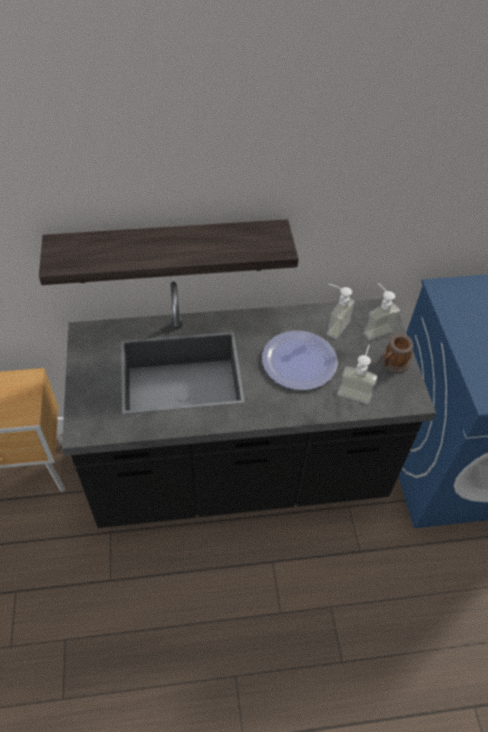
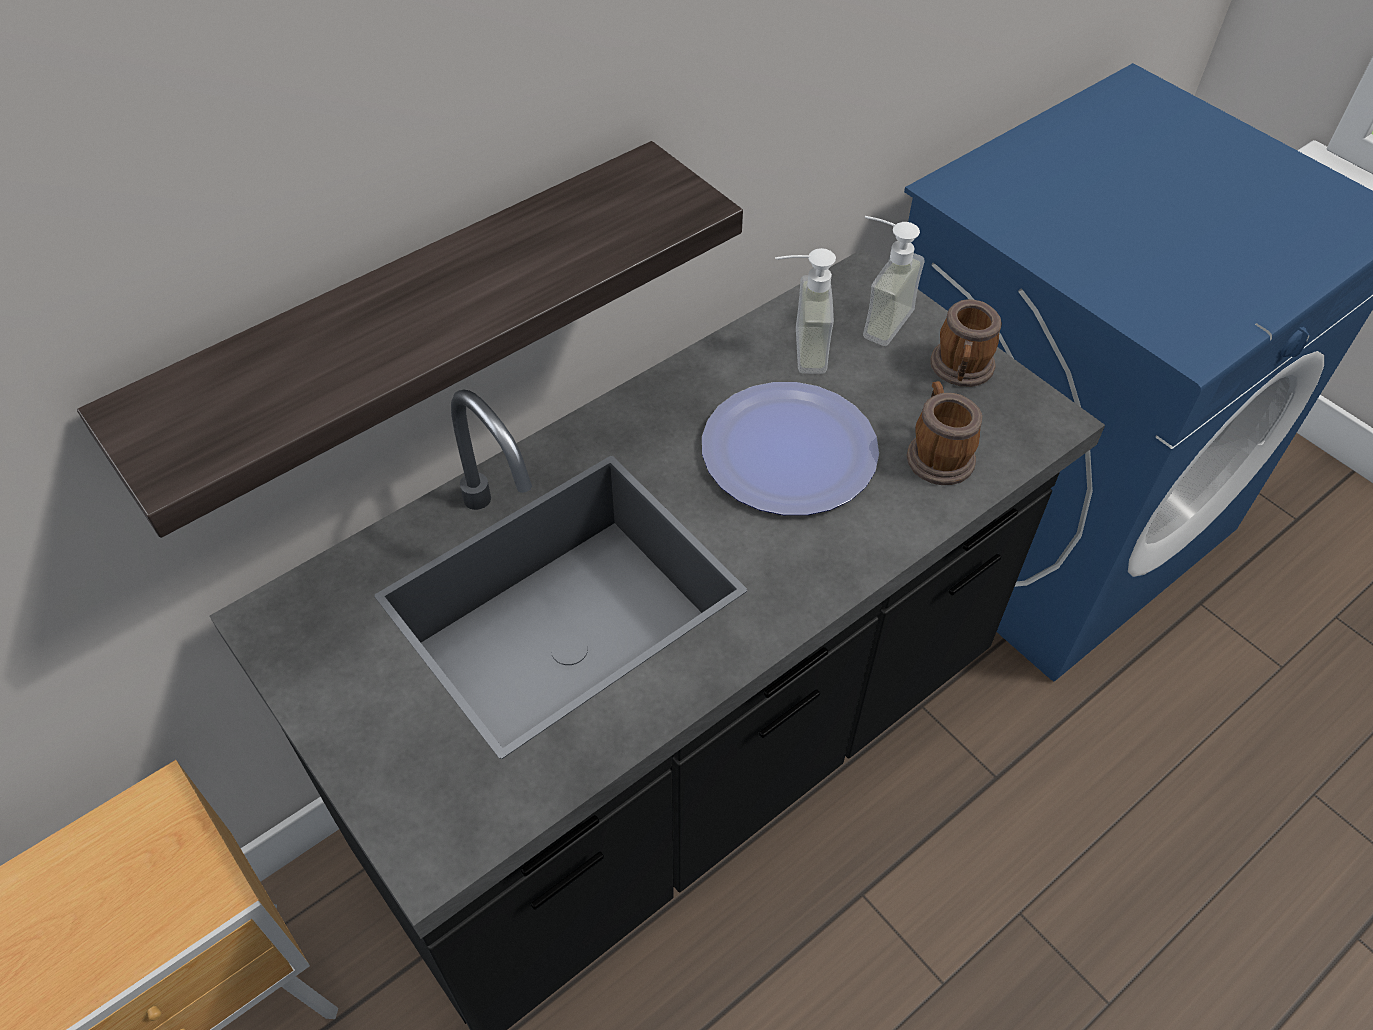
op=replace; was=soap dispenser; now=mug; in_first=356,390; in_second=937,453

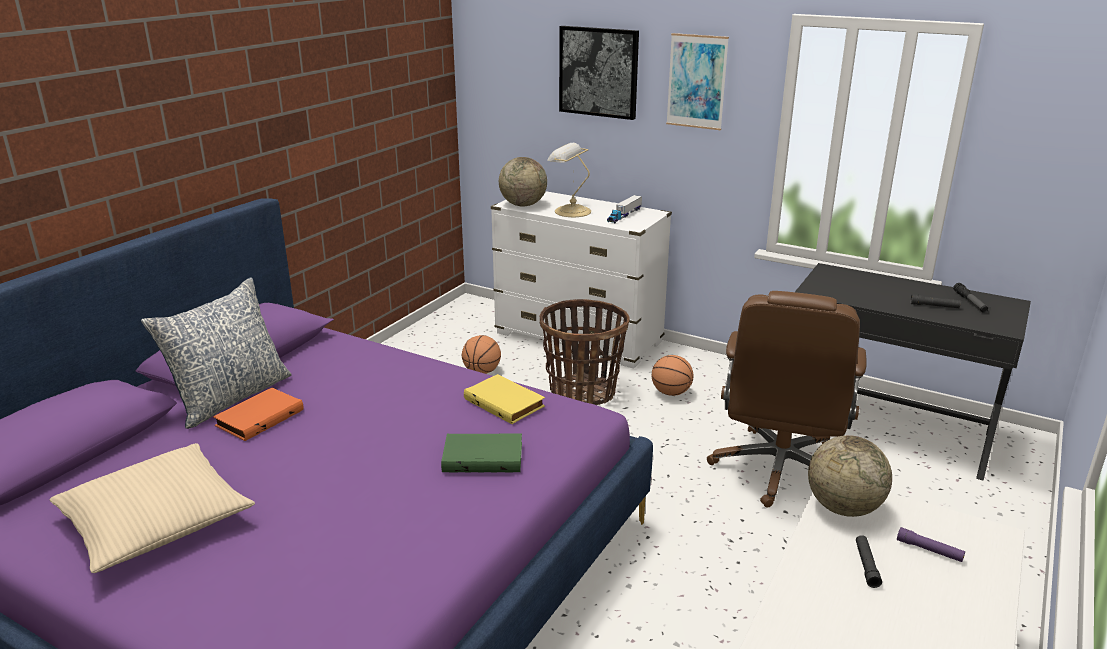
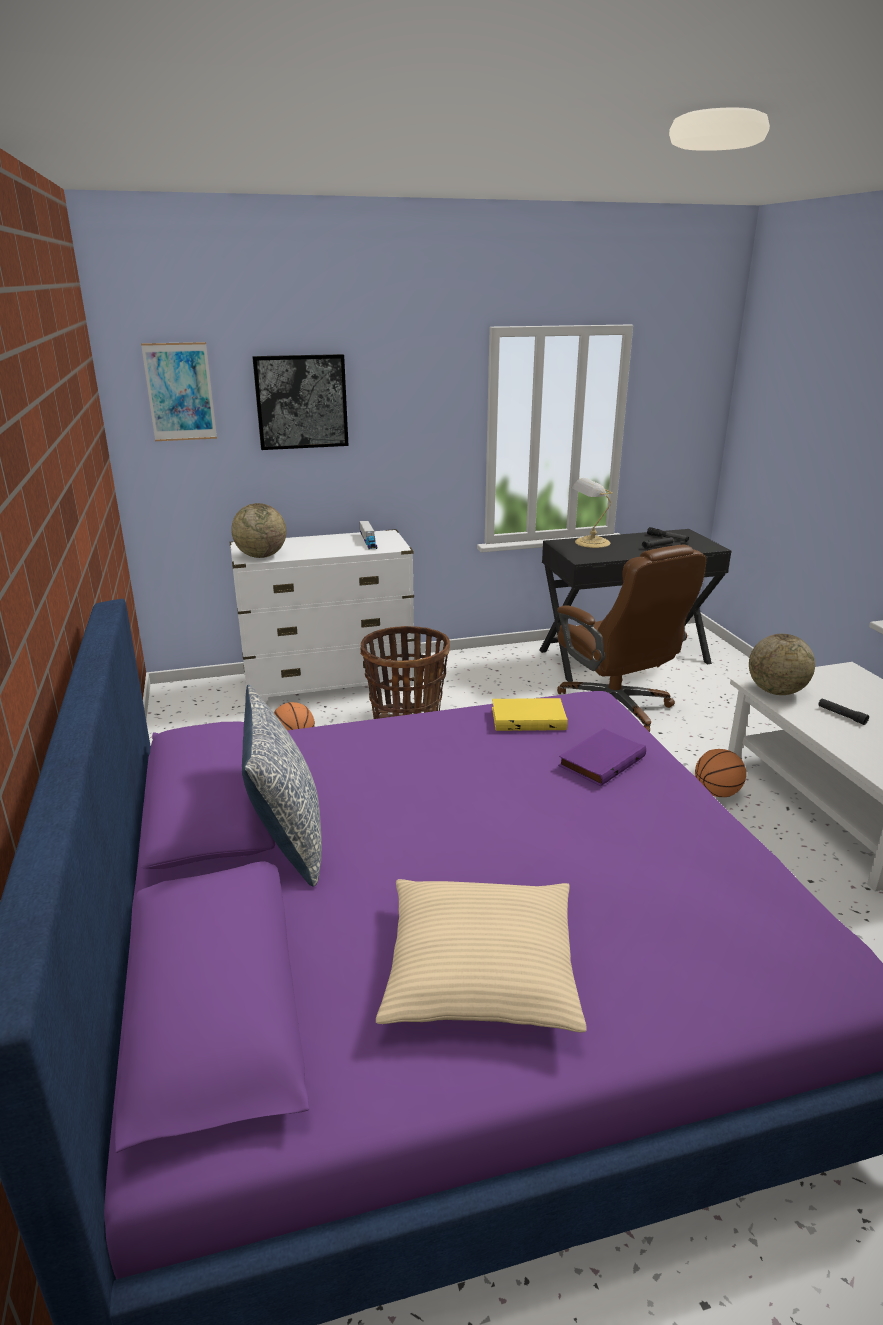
op=delete; was=orange book; in_first=259,417
op=recolor; was=green book; now=purple book; in_first=483,456; in_second=600,760
op=move; was=table lamp; in_first=570,211; in_second=590,543
op=move; was=basketball; in_first=671,393; in_second=717,793
op=move; was=picture; in_first=696,81; in_second=180,392
op=delete; was=purple flashlight; in_first=929,550

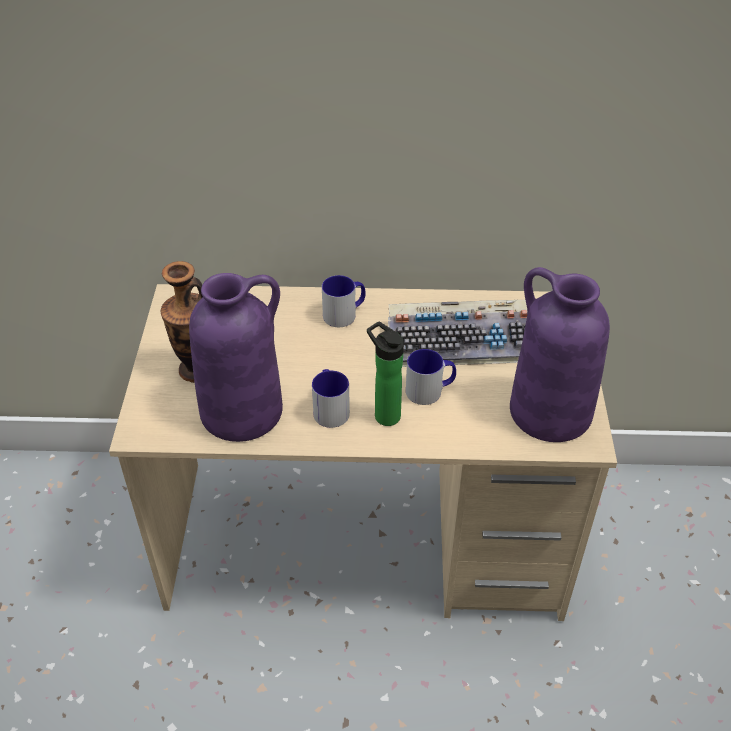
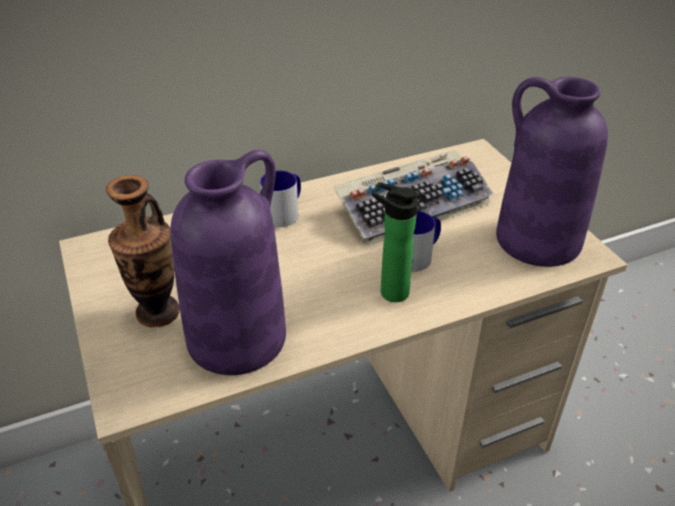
op=delete; was=mug; in_first=330,408

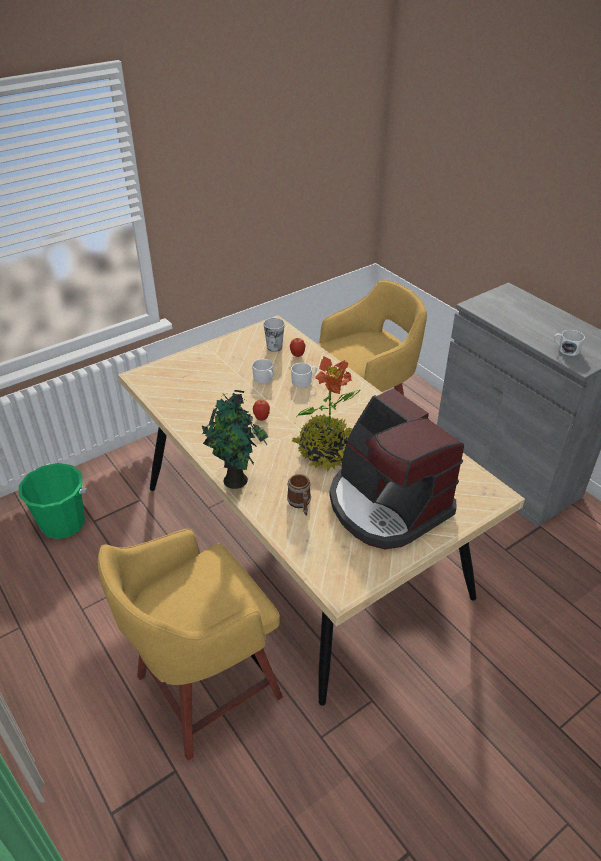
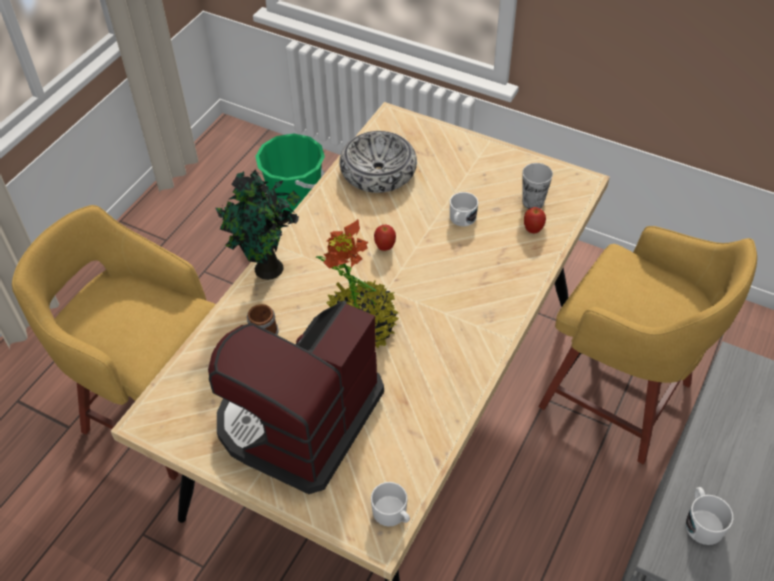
op=move; was=white mug; in_first=304,381; in_second=392,514
op=insert; now=bowl; in_second=378,171

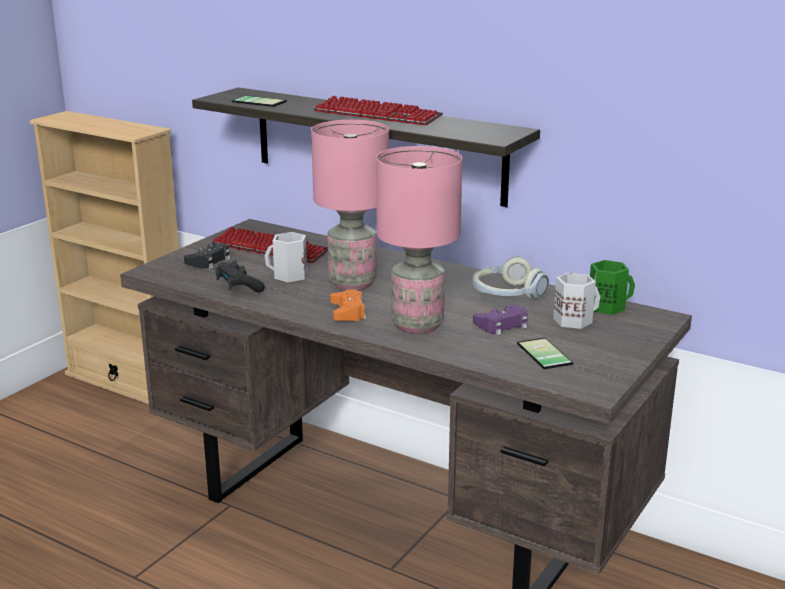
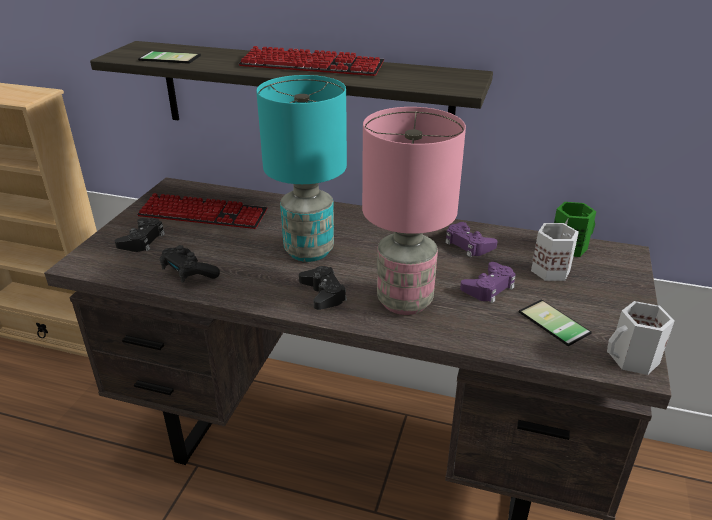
op=move; was=white mug; in_first=289,276; in_second=633,360
op=recolor; was=pink table lamp; now=turquoise table lamp; in_first=353,283; in_second=309,250
op=recolor; was=orange game controller; now=black game controller; in_first=348,312; in_second=323,293
op=replace; was=headphones; now=purple game controller; in_first=507,294; in_second=468,244

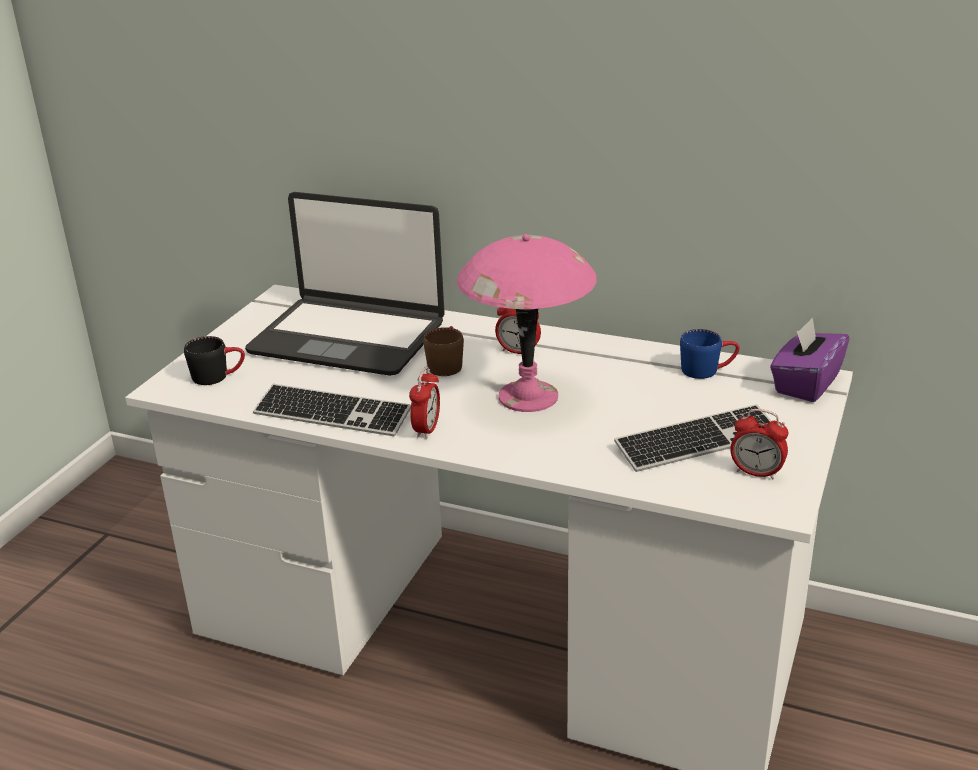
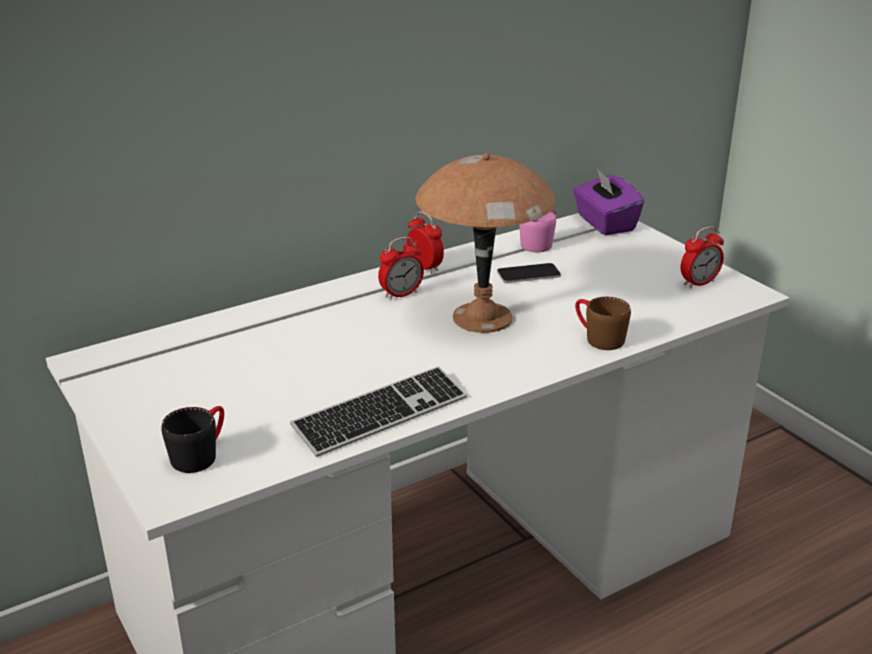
op=delete; was=laptop; in_first=349,337
op=move; was=alarm clock; in_first=427,430; in_second=425,267
op=move; was=brown mug; in_first=446,364; in_second=597,337
op=recolor; was=pink table lamp; now=brown table lamp; in_first=528,396; in_second=481,317
op=delete; was=keyboard; in_first=698,442
op=recolor; was=blue mug; now=pink mug; in_first=708,370; in_second=540,243
op=insert; now=phone; in_second=528,274

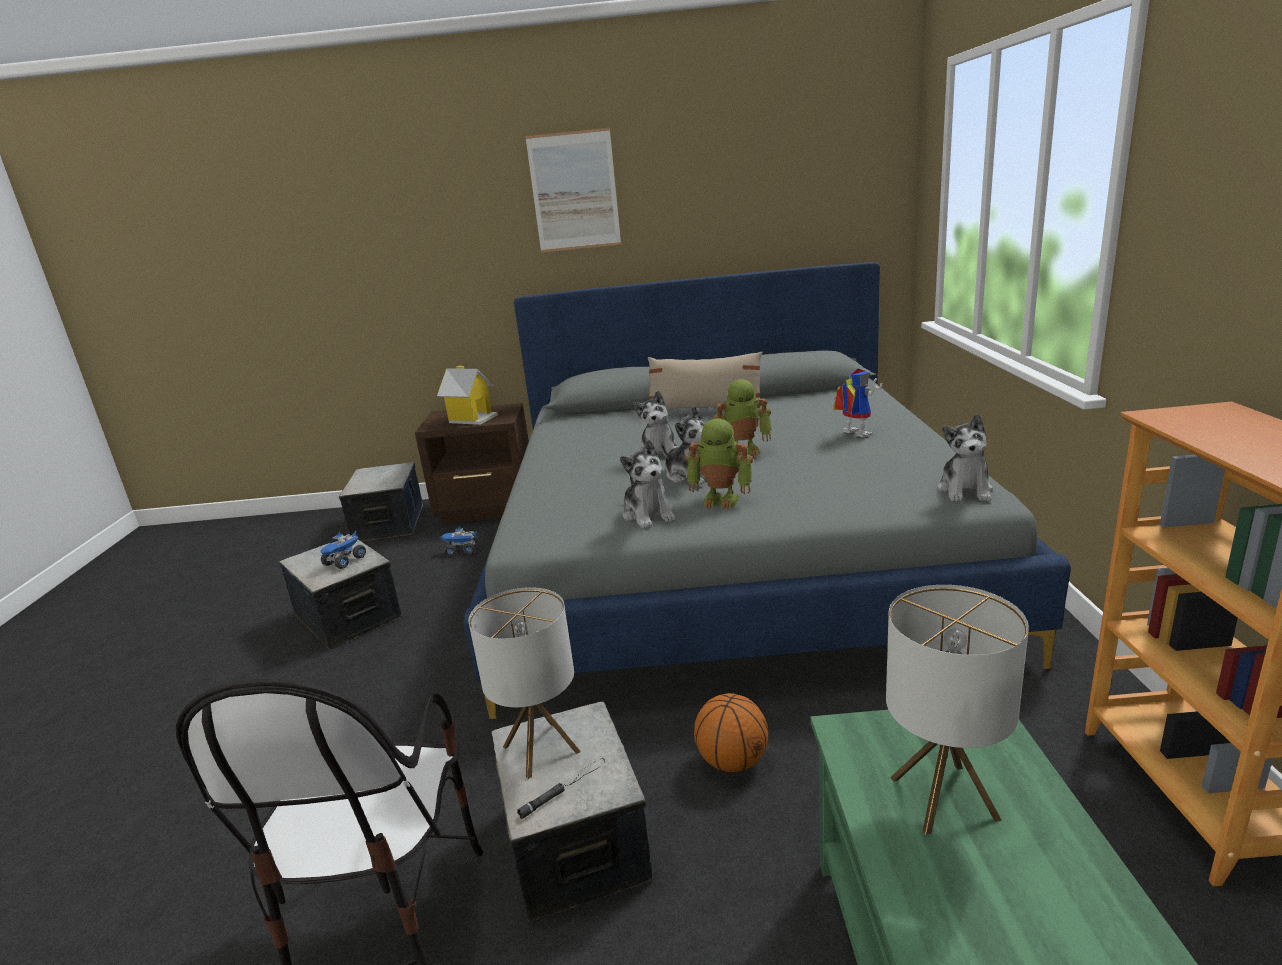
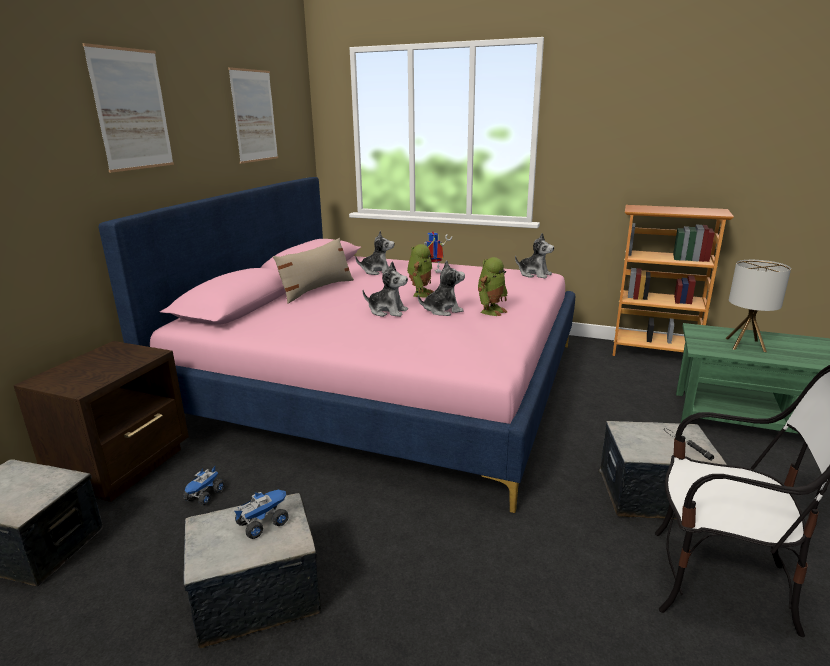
op=rotate; was=toy truck; in_first=345,561; in_second=263,523; clockwise=-90
op=delete; was=toy house; in_first=472,418
op=recolor; was=grey bed; now=pink bed; in_first=730,555; in_second=385,382
op=delete; was=table lamp; in_first=541,749
op=move; was=plush toy; in_first=648,514; in_second=377,271
op=delete; was=basketball; in_first=732,762
op=insert; now=picture; in_second=254,116

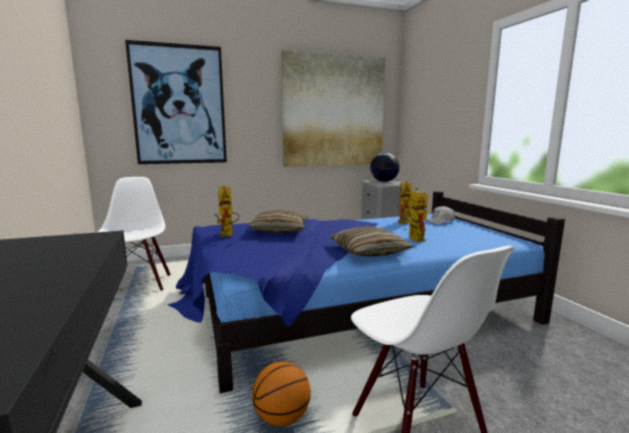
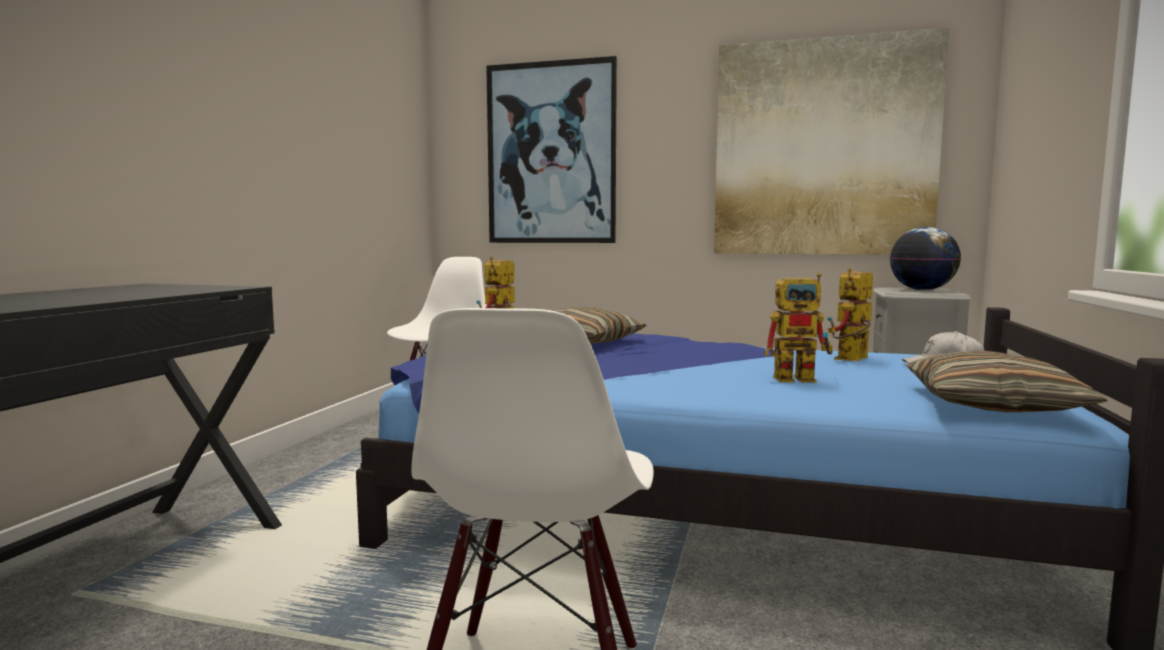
op=delete; was=basketball; in_first=281,417
op=move; was=pillow; in_first=369,251; in_second=992,404
op=rotate; was=toy robot; in_first=413,237; in_second=802,378; clockwise=60

